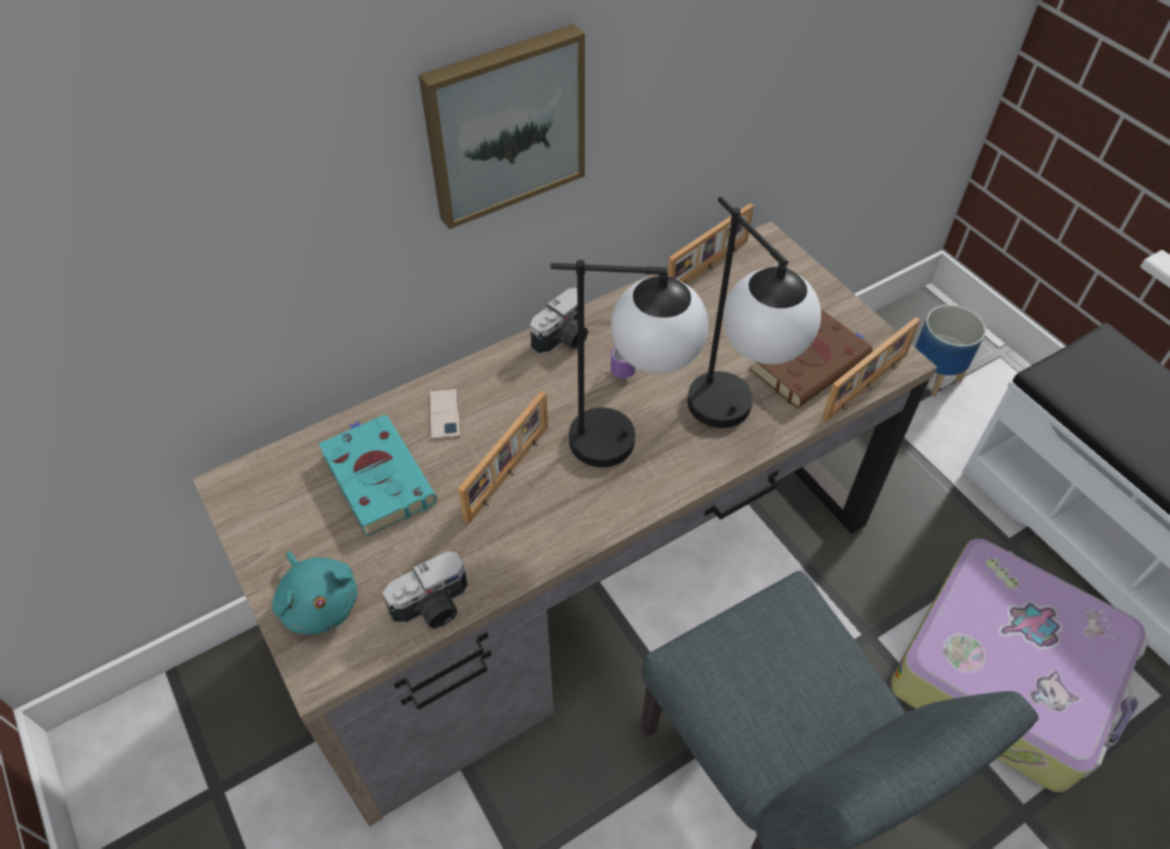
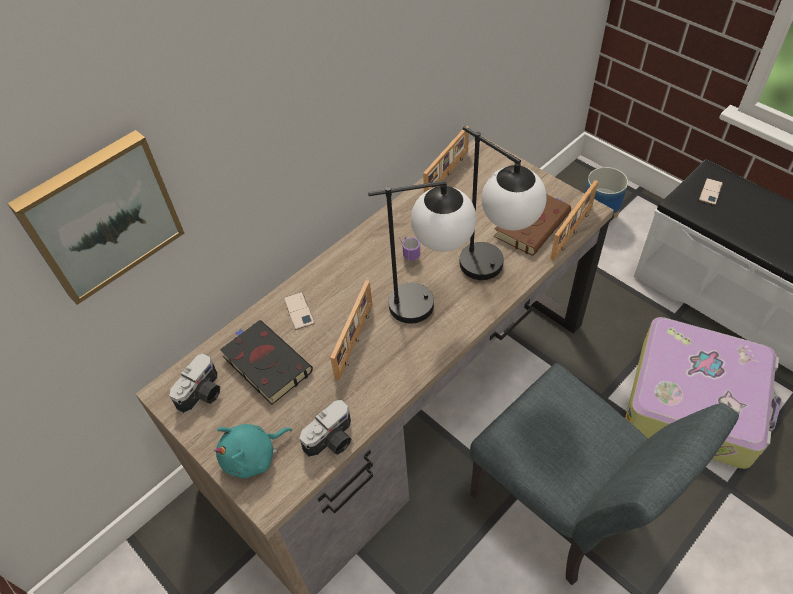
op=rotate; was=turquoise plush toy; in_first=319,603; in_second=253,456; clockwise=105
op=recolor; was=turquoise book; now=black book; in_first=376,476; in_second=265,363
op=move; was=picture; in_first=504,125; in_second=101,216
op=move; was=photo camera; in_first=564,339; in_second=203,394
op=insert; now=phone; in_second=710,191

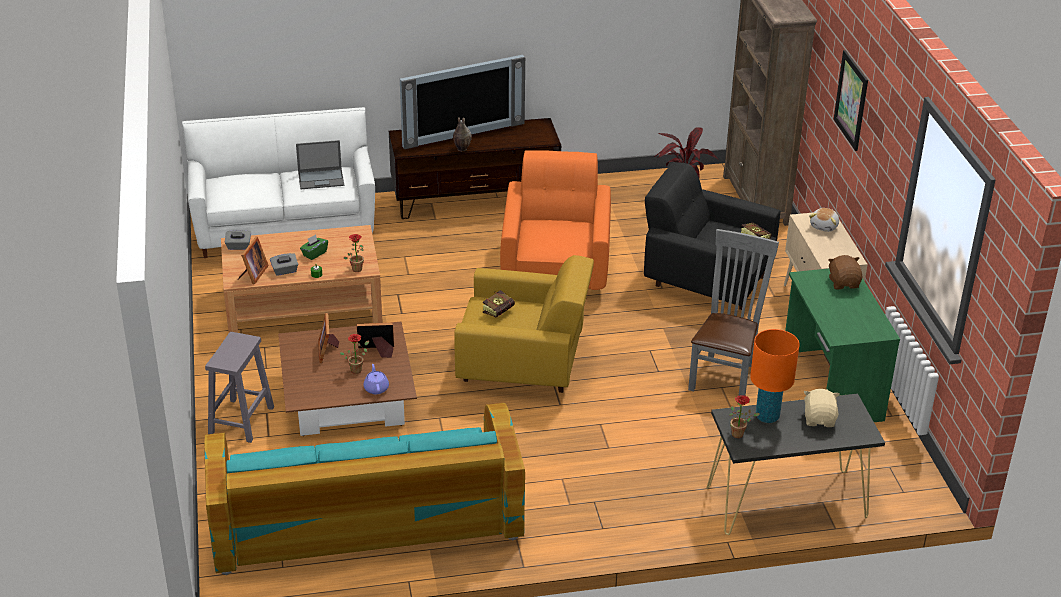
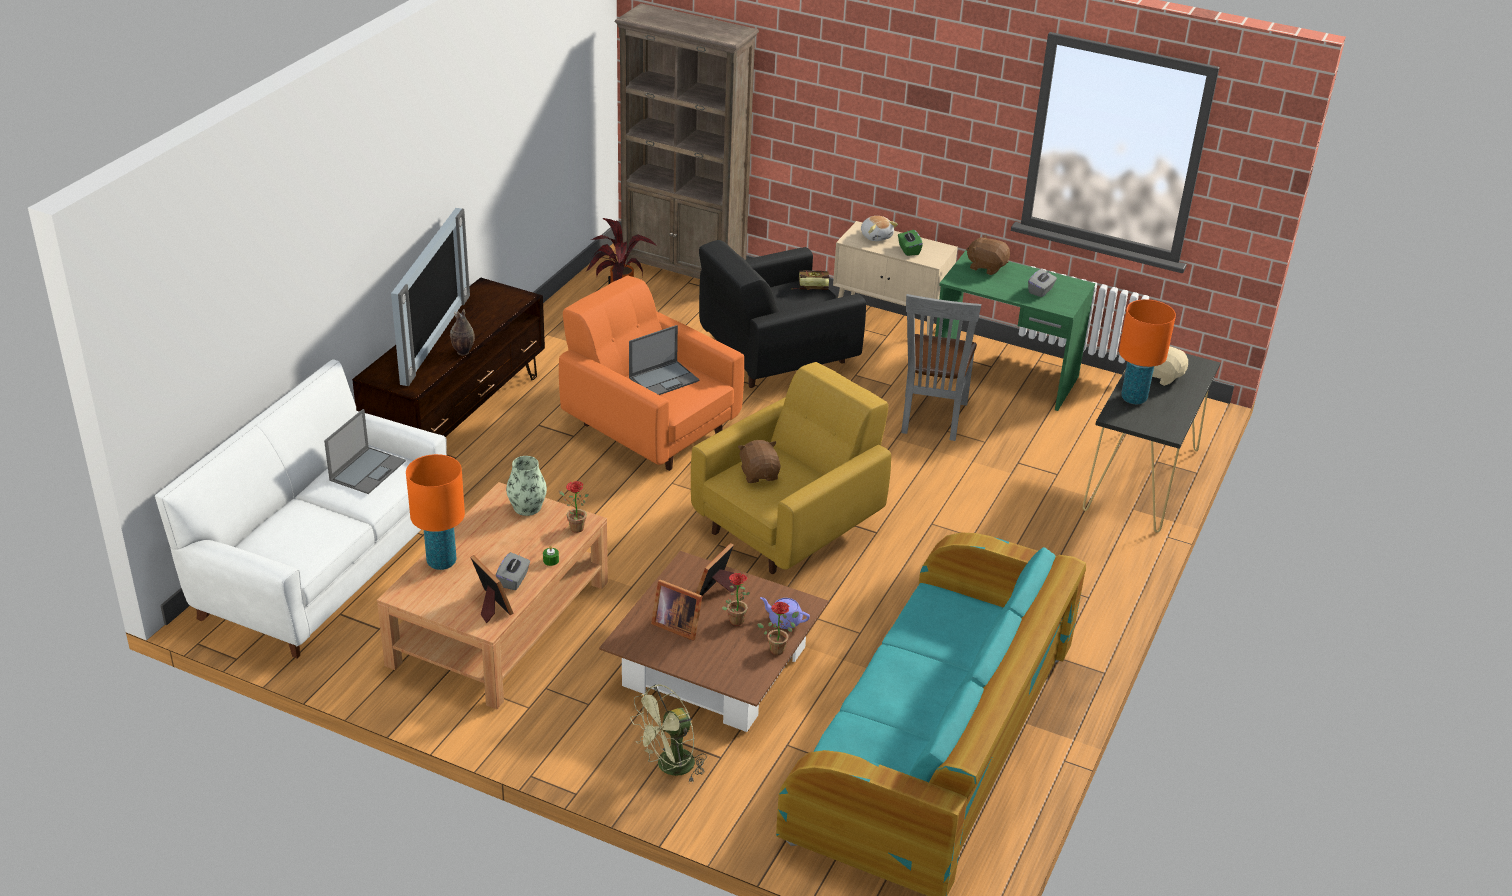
op=replace; was=grey stool; now=green fan; in_first=241,421; in_second=669,768
op=move; was=grey tissue box; in_first=238,246; in_second=1041,291
op=move; was=green tissue box; in_first=314,254; in_second=908,250
op=replace; was=book; now=brown plush toy; in_first=500,311; in_second=759,474
op=rotate; was=grey chair; in_first=725,375; in_second=931,420; clockwise=-135
op=move; was=potted plant; in_first=740,434; in_second=779,648
op=delete; was=picture; in_first=851,100
op=insert; now=orange table lamp; in_second=441,562
op=insert; now=vase; in_second=527,507
op=insert; now=laptop; in_second=664,379

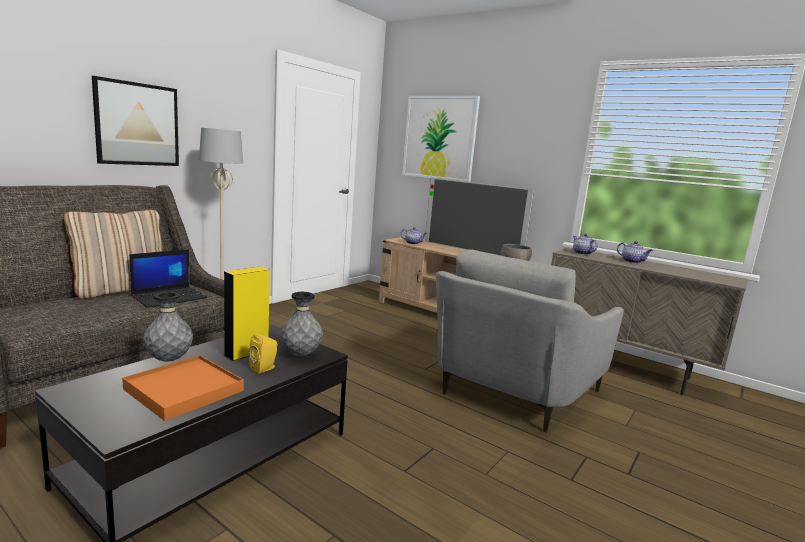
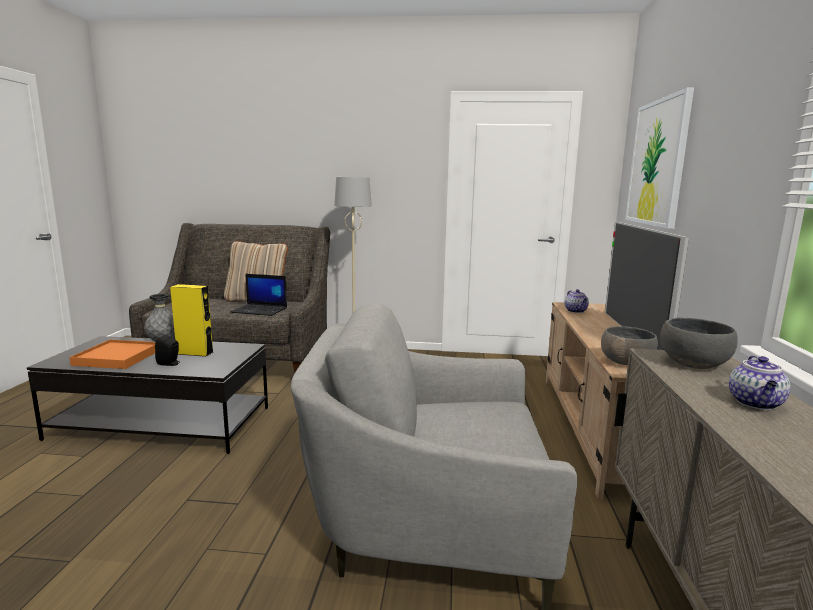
op=delete; was=picture; in_first=137,124
op=recolor; was=yellow speaker; now=black speaker; in_first=264,368; in_second=170,364
op=delete; was=grey vase; in_first=301,354
op=replace; was=teapot; now=grey bowl; in_first=582,253; in_second=693,363

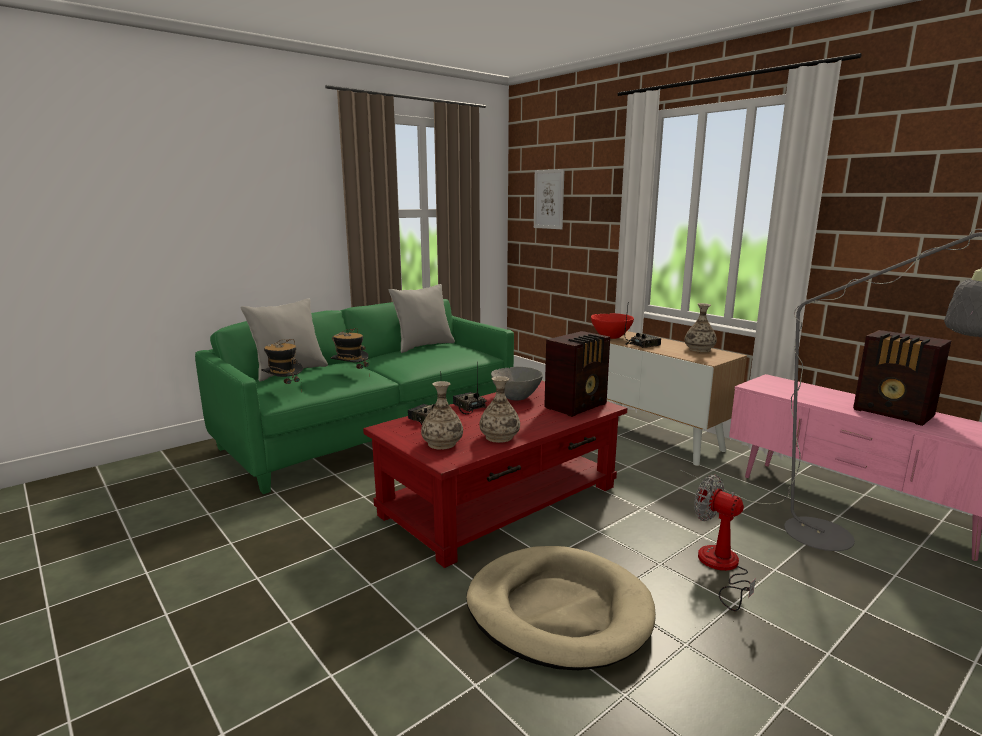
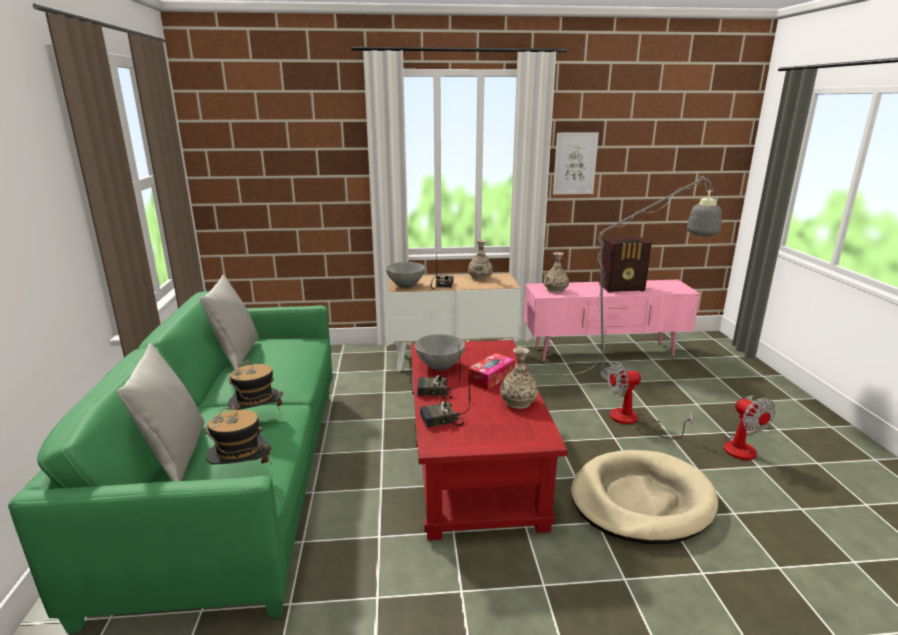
op=move; was=vase; in_first=442,443; in_second=555,289
op=move; was=picture; in_first=549,199; in_second=575,163
op=delete; was=radio; in_first=577,406
op=recolor; was=red bowl; now=grey bowl; in_first=611,337; in_second=405,286
op=insert; now=tissue box; in_second=491,377
op=insert; now=fan; in_second=741,445

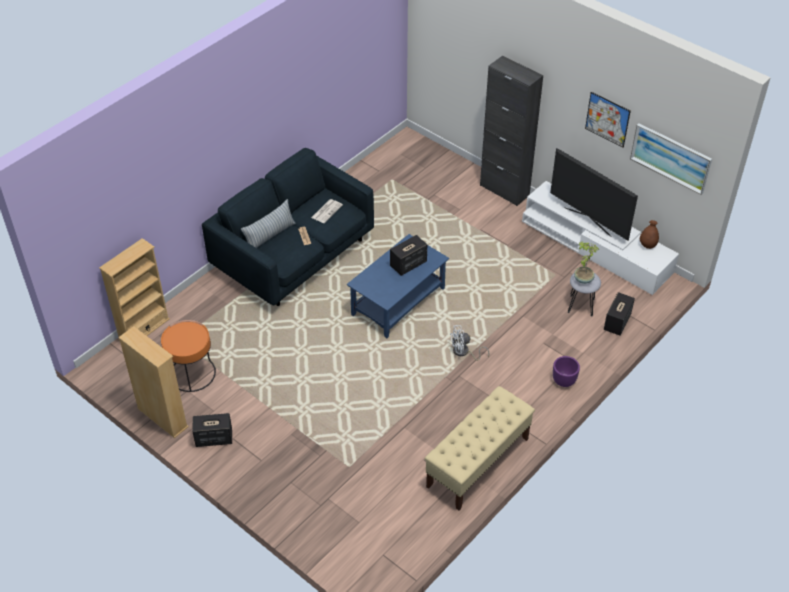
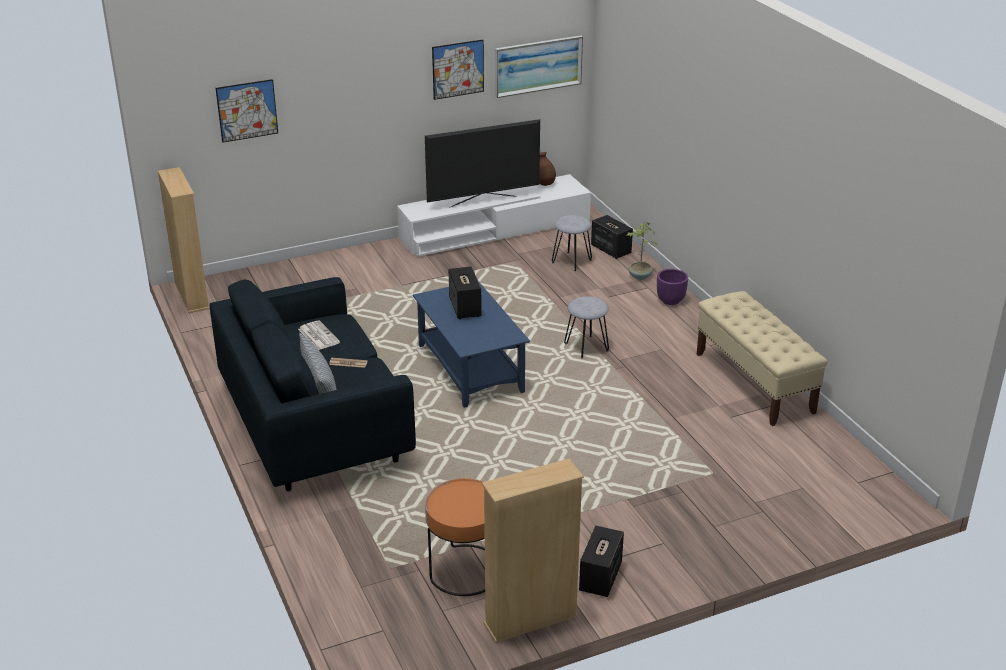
op=move; was=beige bookcase; in_first=144,329; in_second=192,296
op=replace; was=white fan; now=grey stool; in_first=464,352; in_second=586,347
op=delete; was=black cabinet; in_first=504,190
op=move; was=potted plant; in_first=582,279; in_second=639,277
op=insert; now=picture; in_second=247,110

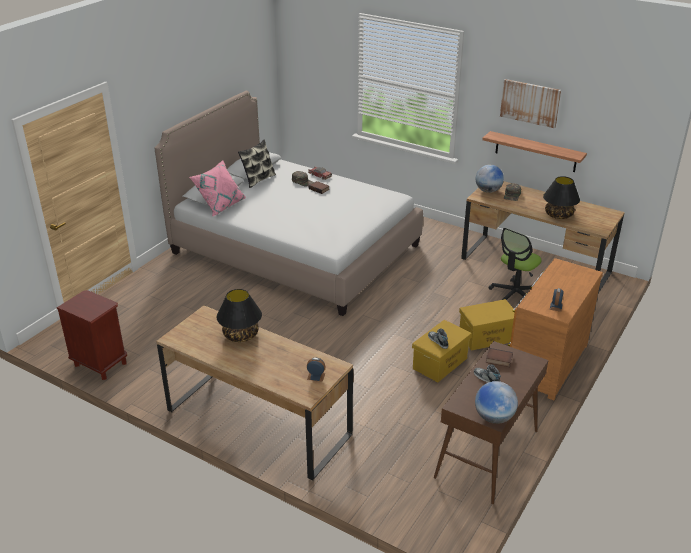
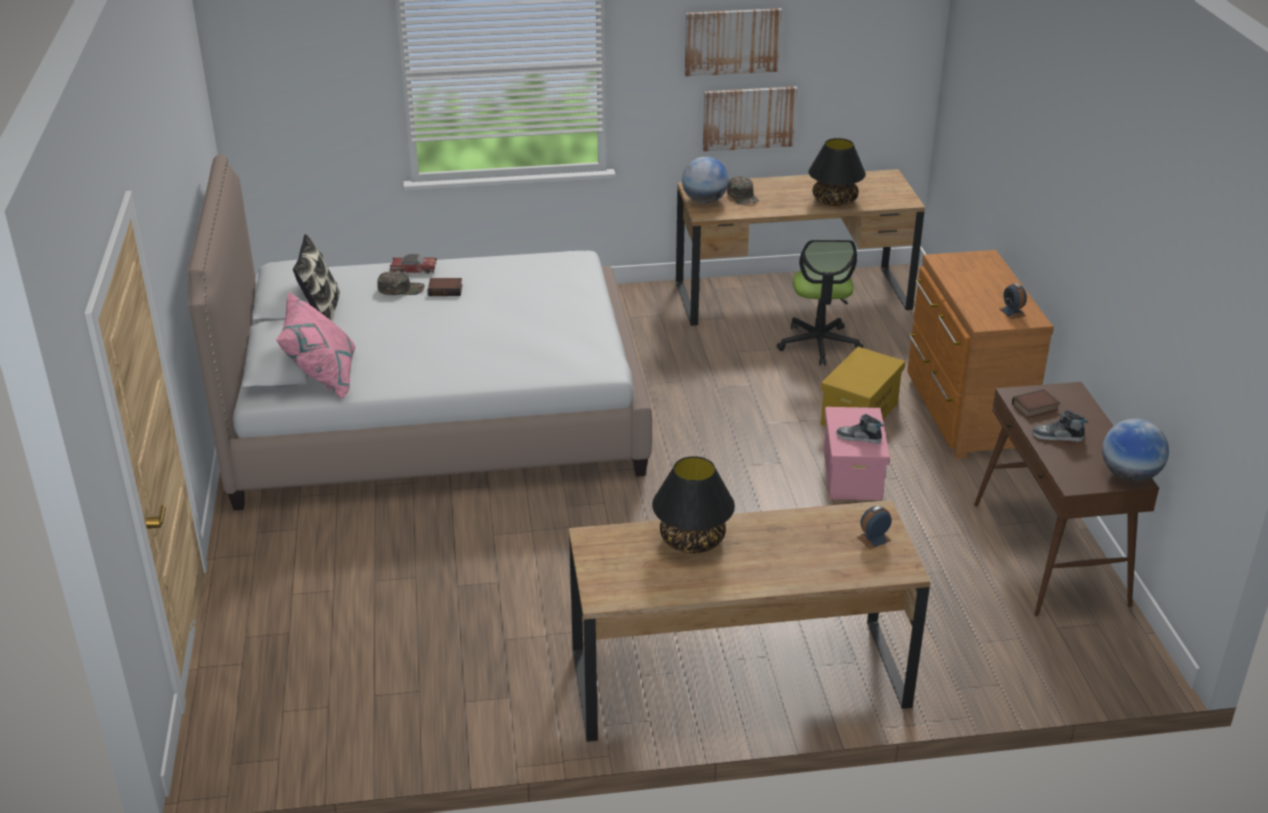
op=delete; was=brown nightstand; in_first=100,364
op=recolor; was=yellow storage box; now=pink storage box; in_first=440,363; in_second=852,475
op=replace; was=shelf; now=picture; in_first=535,152; in_second=749,118

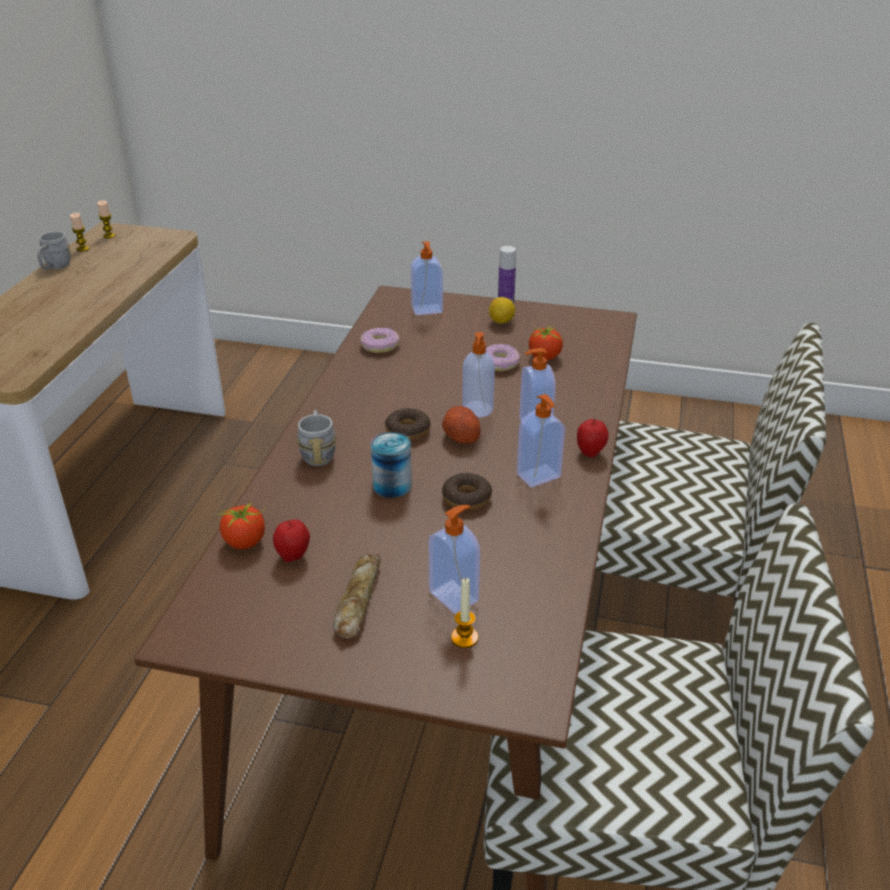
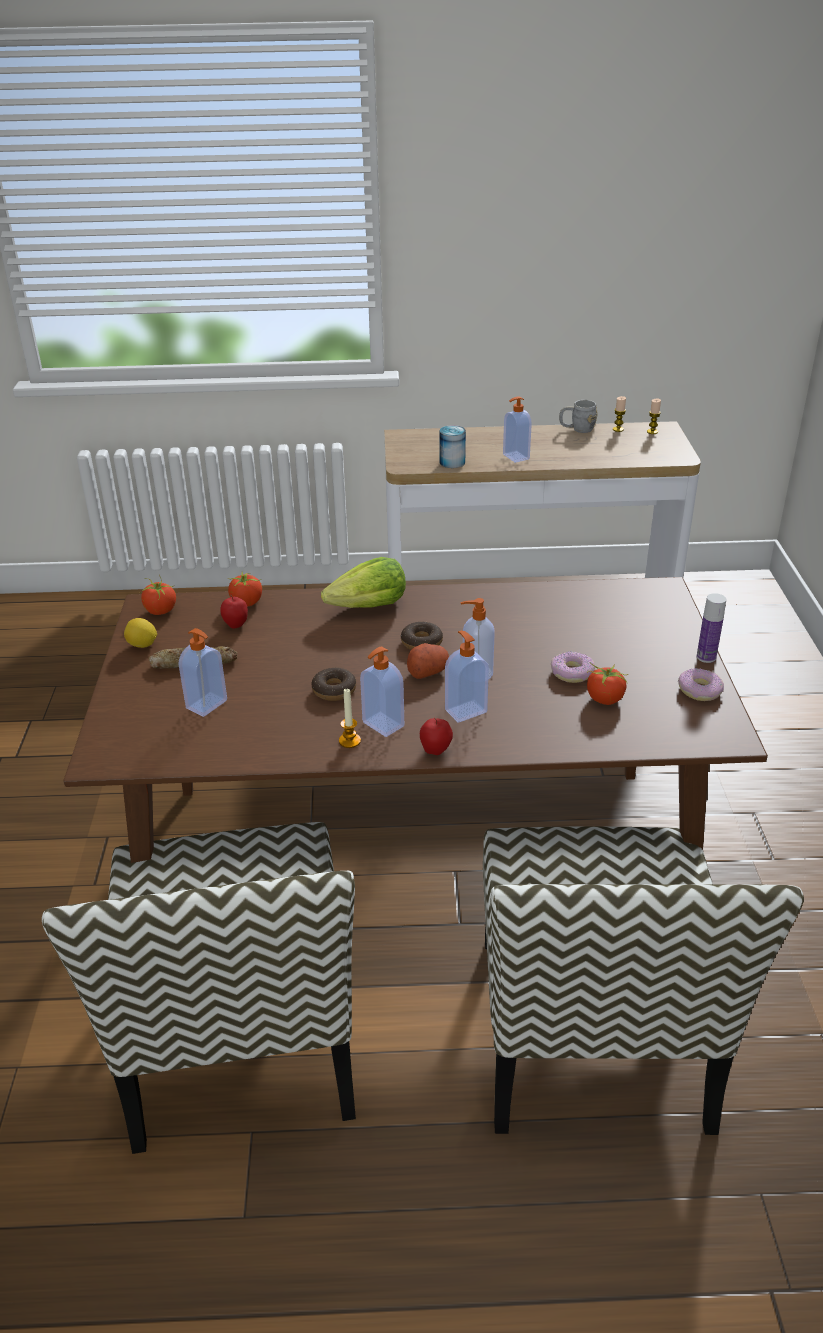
op=replace; was=grey mug; now=lettuce; in_first=318,452; in_second=369,607
op=move; was=donut; in_first=379,345; in_second=700,690
op=move; was=can; in_first=392,485; in_second=452,462
op=move; was=soap dispenser; in_first=427,310; in_second=515,457
op=move; was=candle; in_first=464,638; in_second=349,741
op=move; was=lemon; in_first=501,322; in_second=142,645
op=insert; now=tomato; in_second=160,611

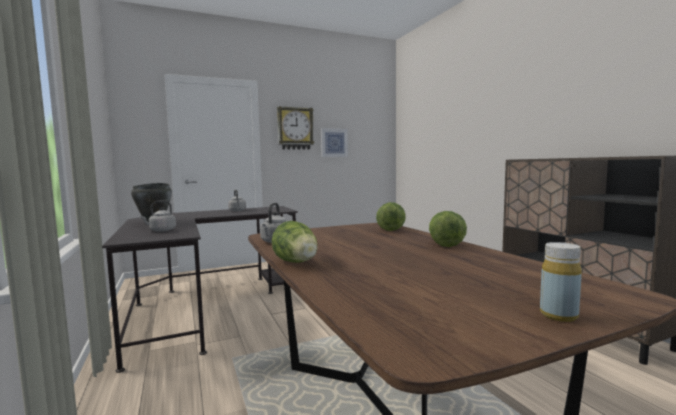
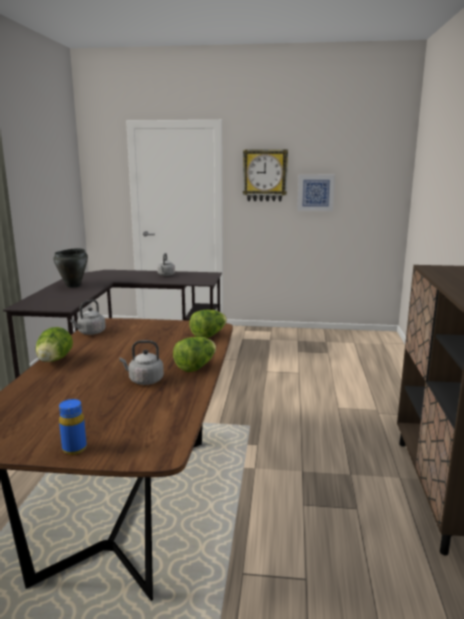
op=move; was=grey kettle; in_first=161,230; in_second=144,380
op=recolor; was=yellow bottle; now=blue bottle; in_first=558,315; in_second=74,449

